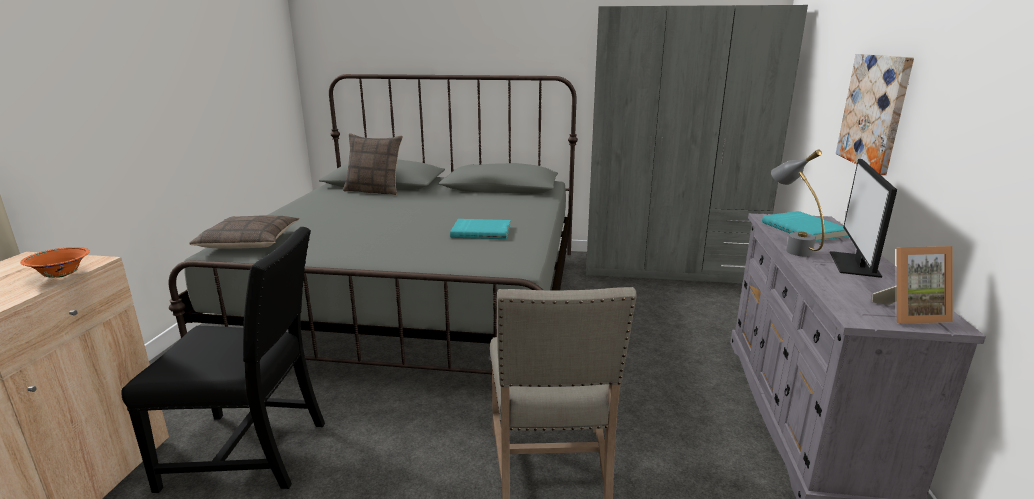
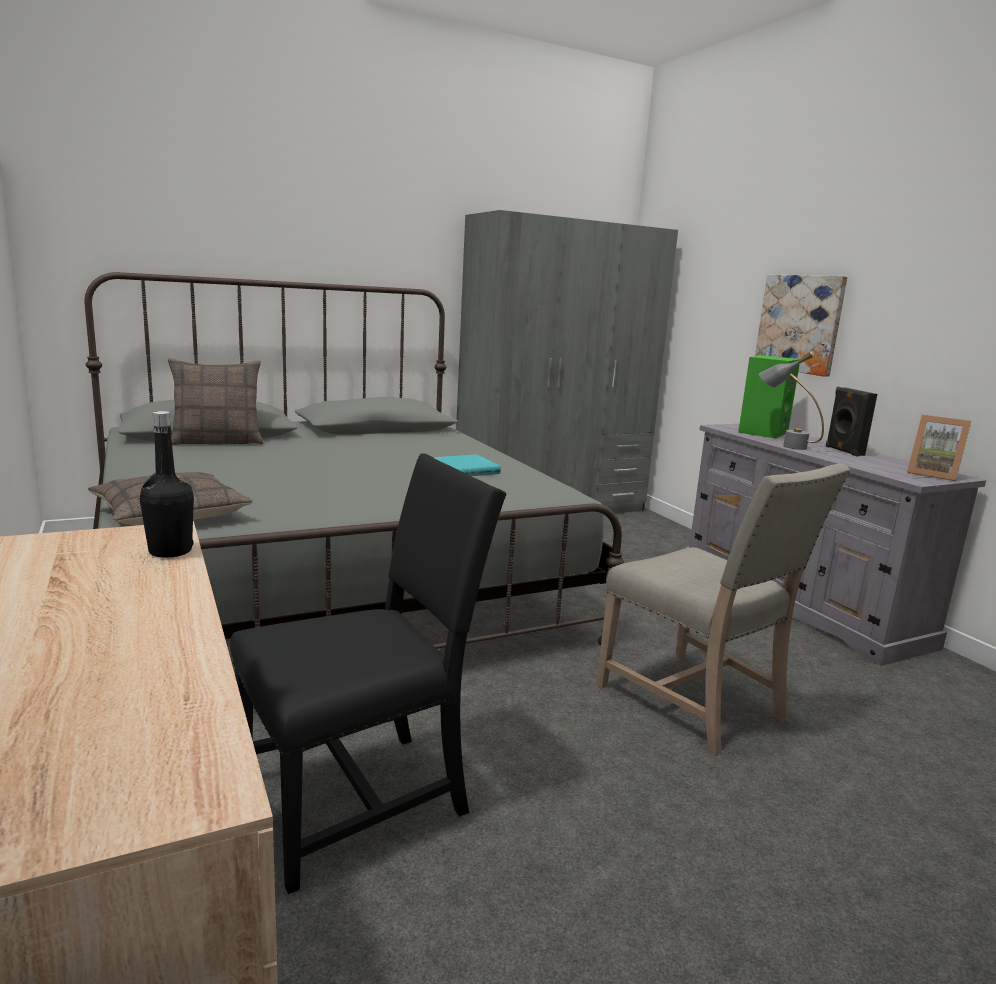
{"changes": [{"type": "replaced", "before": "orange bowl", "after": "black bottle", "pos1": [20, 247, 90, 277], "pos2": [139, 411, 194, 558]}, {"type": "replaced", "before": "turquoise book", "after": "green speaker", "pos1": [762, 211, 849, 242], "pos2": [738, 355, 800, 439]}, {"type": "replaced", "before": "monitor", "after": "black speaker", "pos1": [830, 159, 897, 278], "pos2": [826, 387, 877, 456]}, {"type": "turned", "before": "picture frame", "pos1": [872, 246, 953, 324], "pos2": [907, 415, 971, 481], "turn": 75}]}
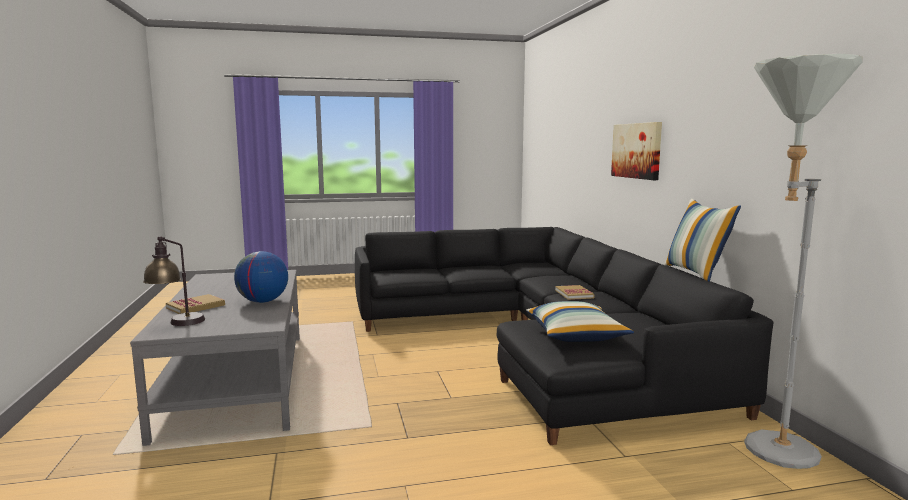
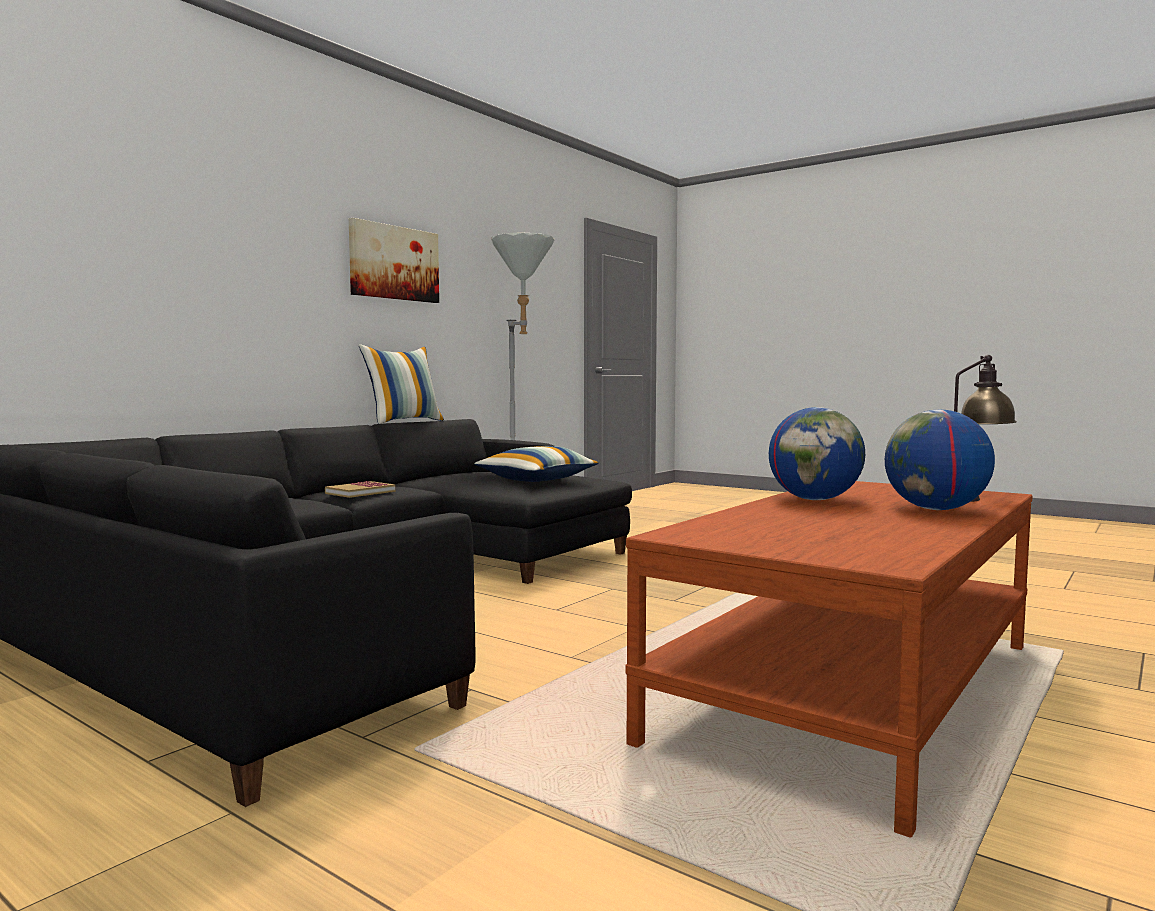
{"changes": [{"type": "moved", "before": "picture", "pos1": [611, 122, 662, 180], "pos2": [349, 218, 439, 303]}, {"type": "recoloured", "before": "grey coffee table", "after": "brown coffee table", "pos1": [130, 270, 300, 446], "pos2": [625, 481, 1033, 838]}, {"type": "replaced", "before": "book", "after": "globe", "pos1": [166, 294, 225, 314], "pos2": [885, 410, 995, 510]}]}
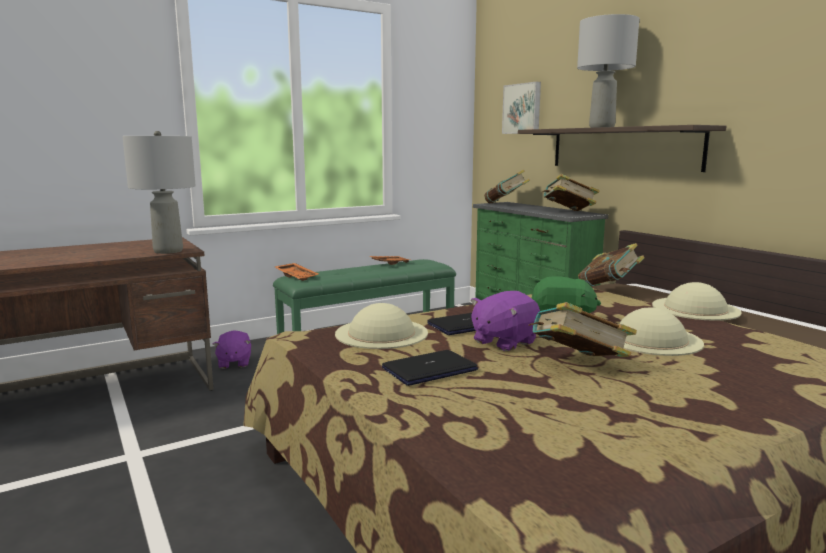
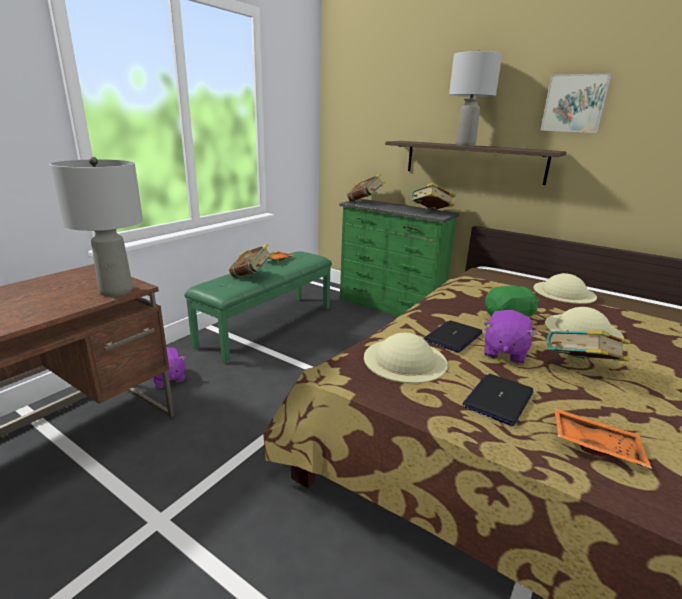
{"changes": [{"type": "moved", "before": "book", "pos1": [578, 243, 645, 286], "pos2": [229, 244, 274, 278]}, {"type": "moved", "before": "picture", "pos1": [502, 82, 541, 134], "pos2": [541, 74, 612, 133]}, {"type": "moved", "before": "orange tray", "pos1": [275, 263, 319, 281], "pos2": [554, 408, 652, 469]}]}
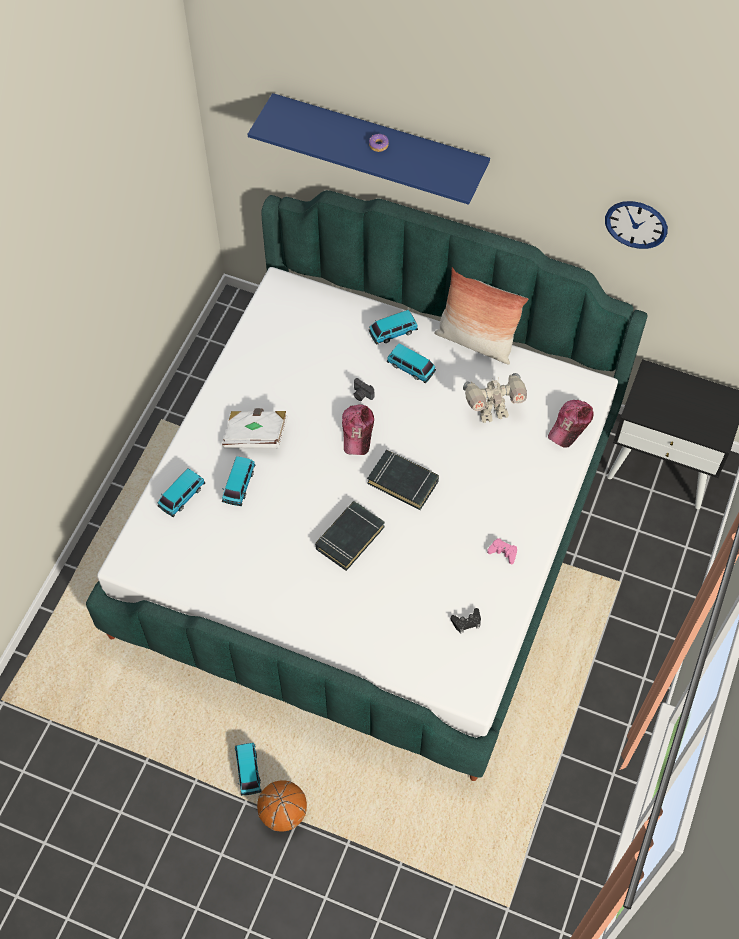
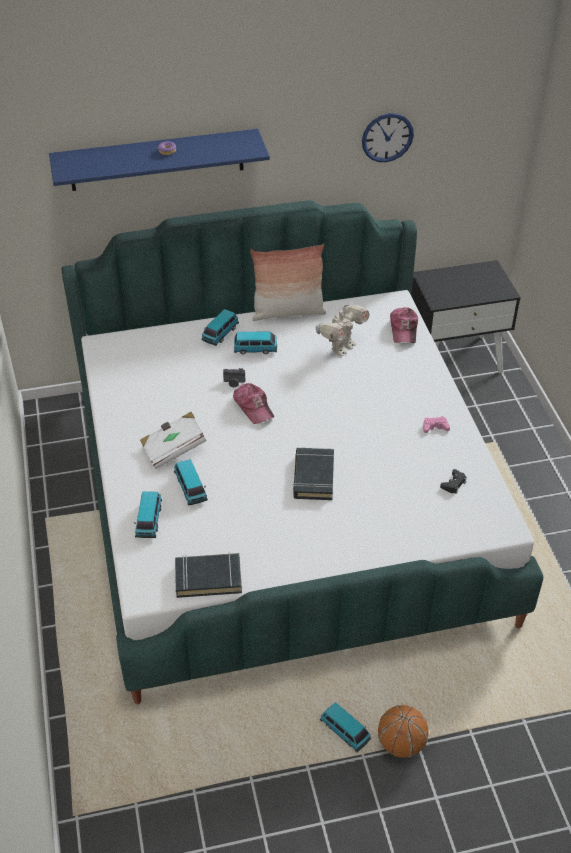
{"changes": [{"type": "moved", "before": "black book", "pos1": [367, 450, 439, 510], "pos2": [175, 553, 242, 598]}]}
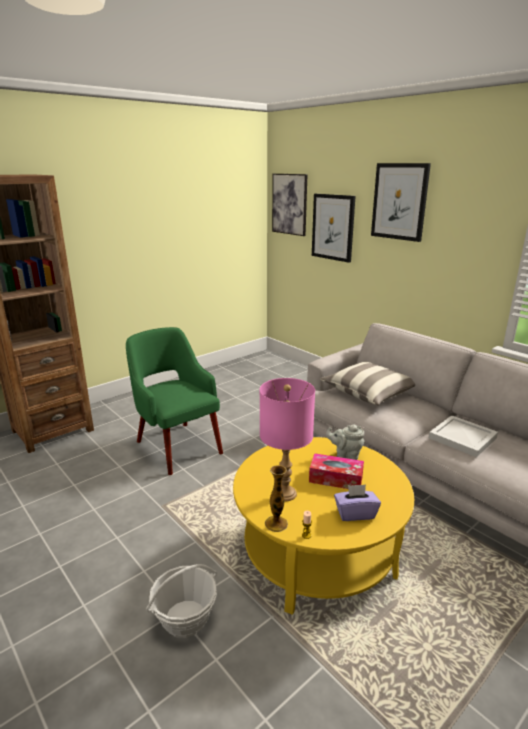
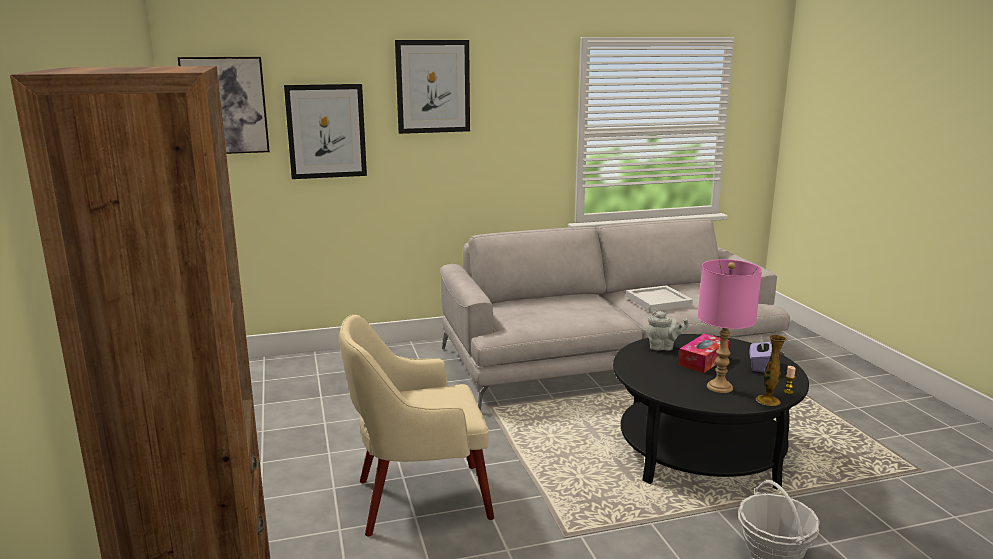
{"changes": [{"type": "recoloured", "before": "green armchair", "after": "beige armchair", "pos1": [126, 327, 223, 475], "pos2": [339, 314, 494, 536]}, {"type": "recoloured", "before": "yellow coffee table", "after": "black coffee table", "pos1": [233, 437, 414, 615], "pos2": [613, 334, 809, 489]}, {"type": "turned", "before": "grey teapot", "pos1": [326, 425, 365, 460], "pos2": [646, 311, 689, 350], "turn": -120}, {"type": "removed", "before": "pillow", "pos1": [320, 362, 415, 405]}]}
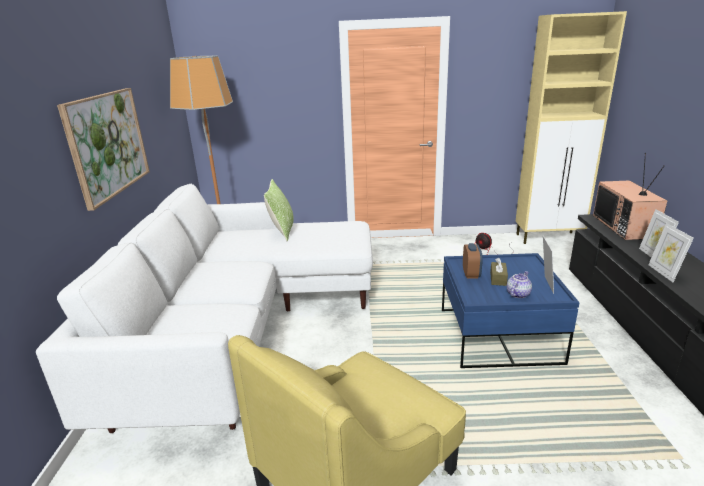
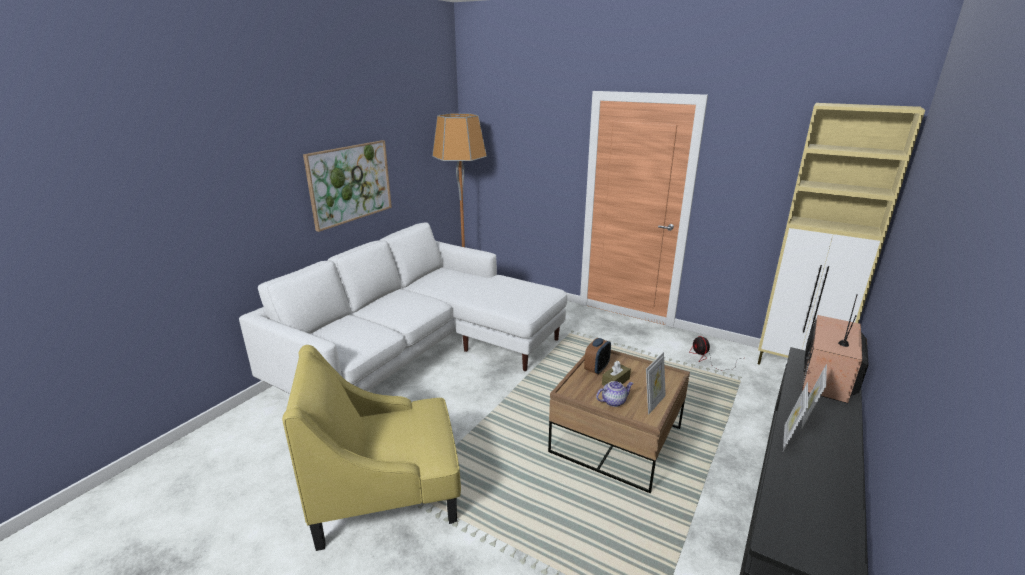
{"changes": [{"type": "recoloured", "before": "blue coffee table", "after": "brown coffee table", "pos1": [442, 253, 580, 368], "pos2": [548, 350, 690, 494]}, {"type": "removed", "before": "pillow", "pos1": [264, 179, 294, 241]}]}
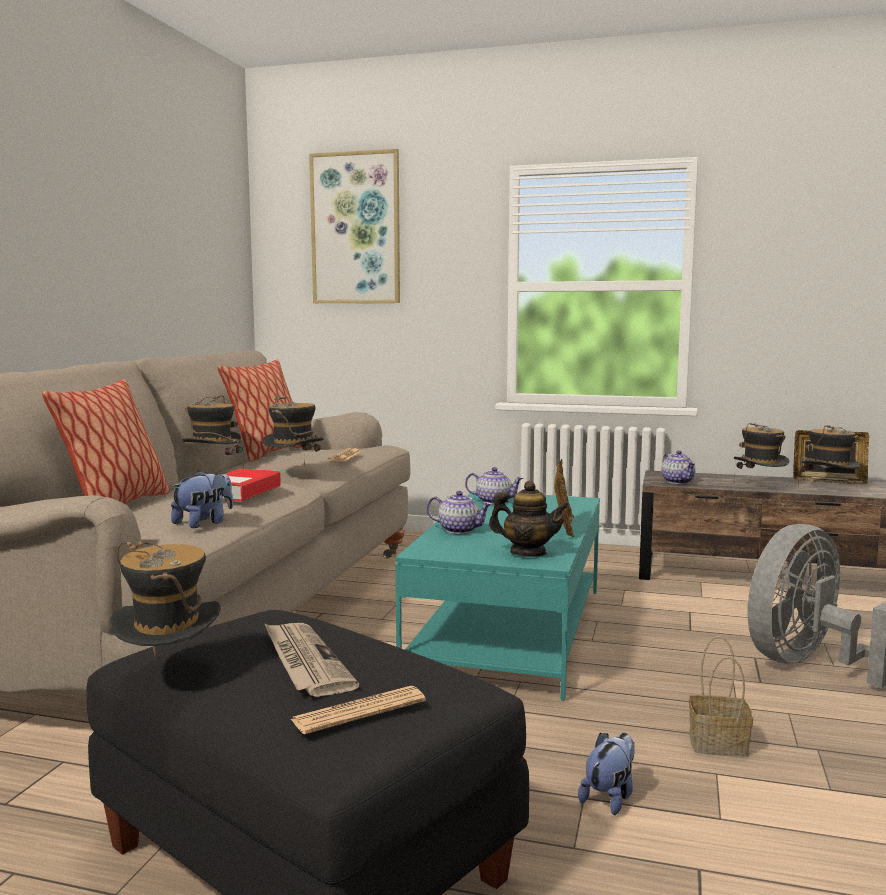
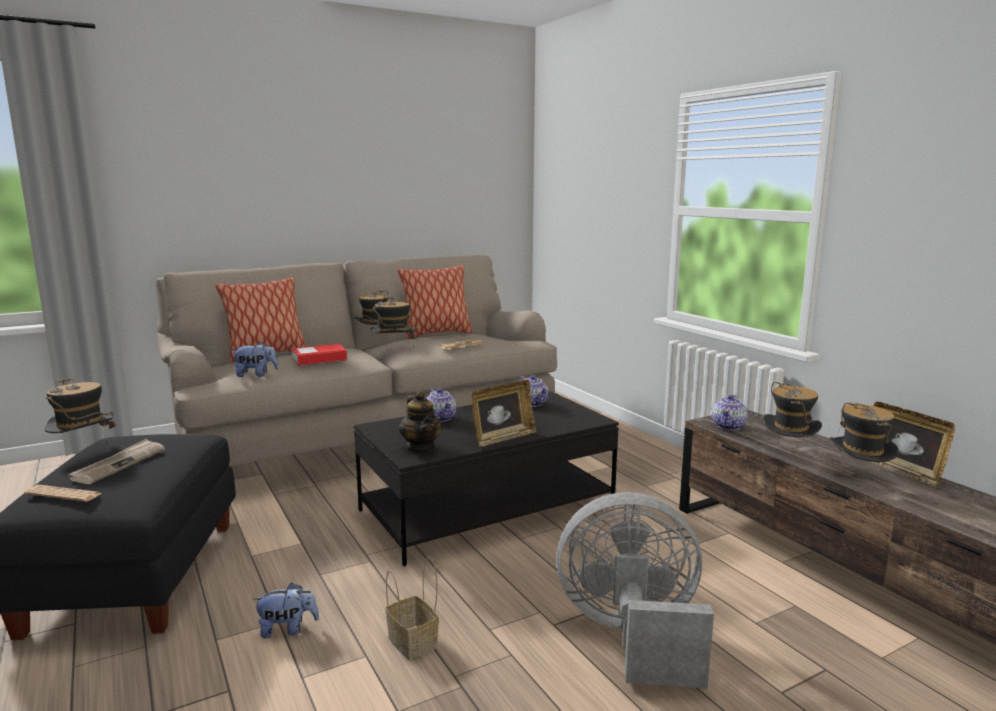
{"changes": [{"type": "recoloured", "before": "turquoise coffee table", "after": "black coffee table", "pos1": [395, 491, 600, 701], "pos2": [354, 391, 619, 566]}, {"type": "removed", "before": "picture", "pos1": [309, 149, 400, 303]}]}
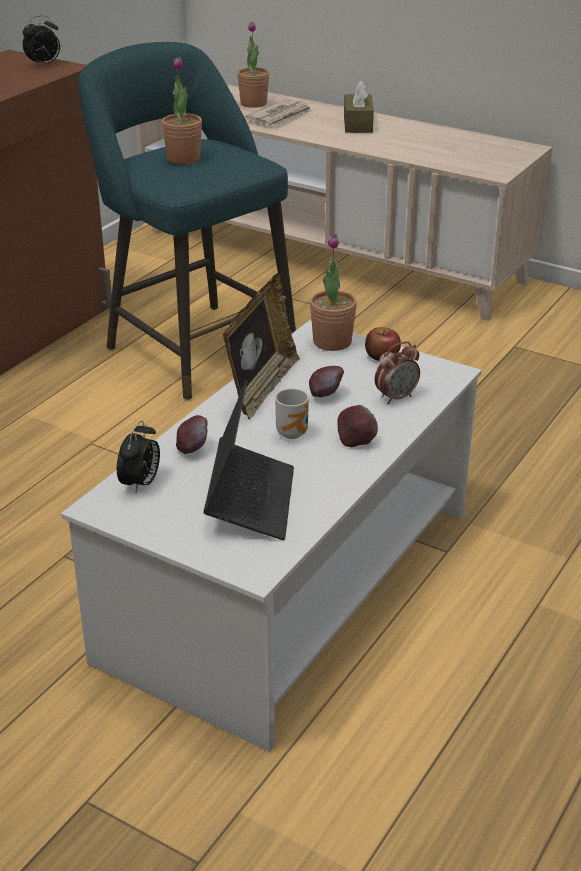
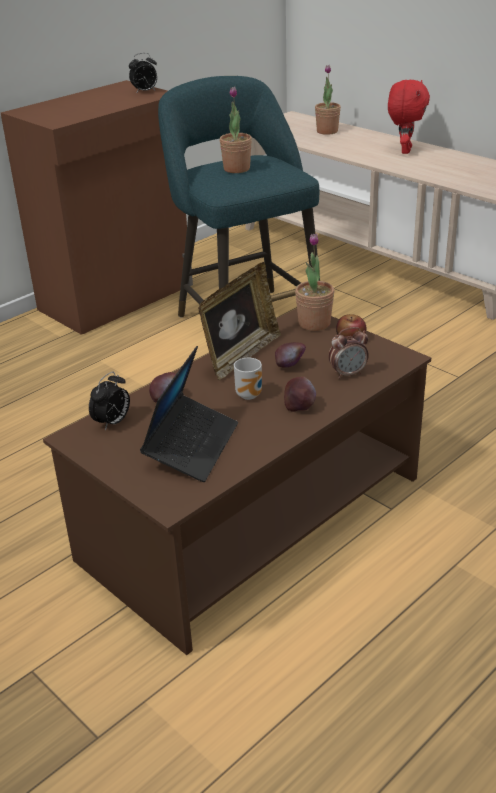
{"changes": [{"type": "recoloured", "before": "white coffee table", "after": "brown coffee table", "pos1": [61, 320, 482, 752], "pos2": [43, 308, 431, 655]}, {"type": "replaced", "before": "brown tissue box", "after": "red plush toy", "pos1": [344, 80, 374, 133], "pos2": [388, 80, 430, 154]}, {"type": "removed", "before": "newspaper", "pos1": [245, 99, 312, 126]}]}
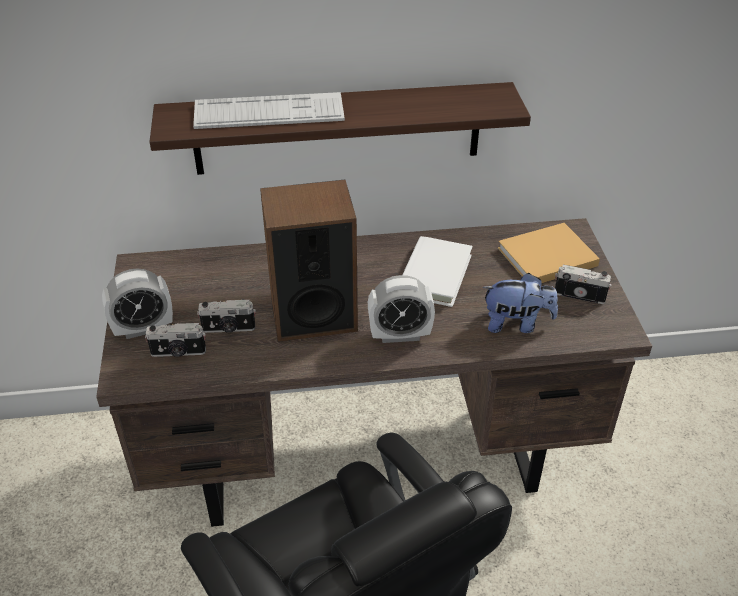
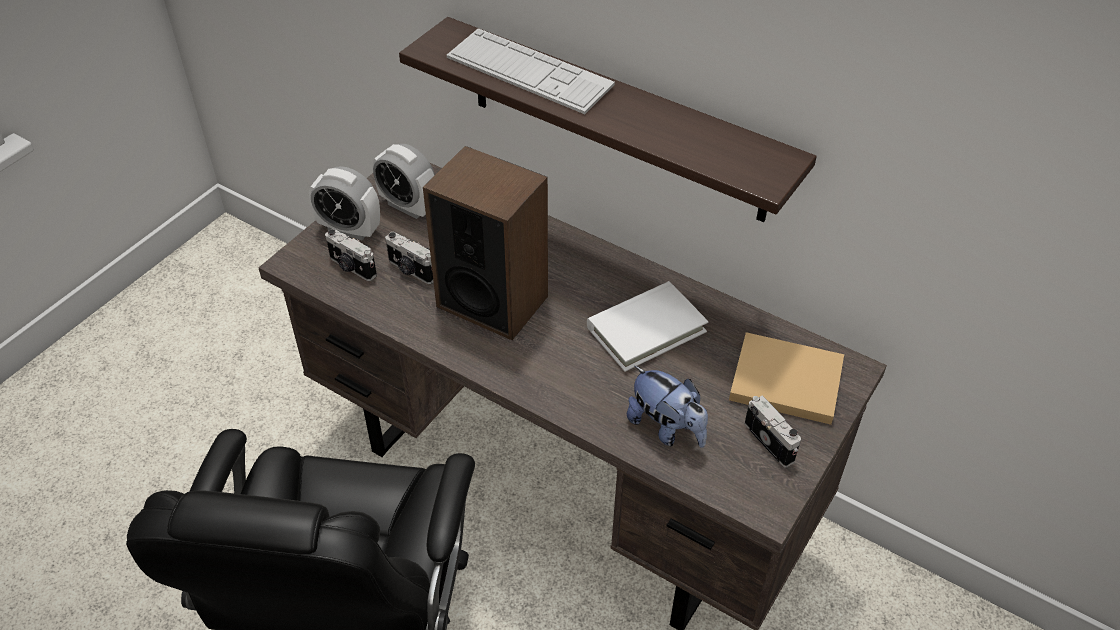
{"changes": [{"type": "moved", "before": "alarm clock", "pos1": [368, 275, 435, 343], "pos2": [373, 144, 435, 219]}]}
